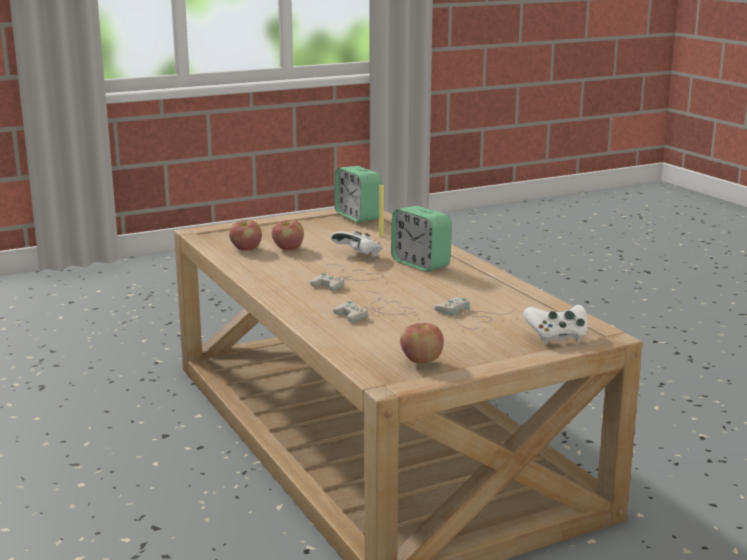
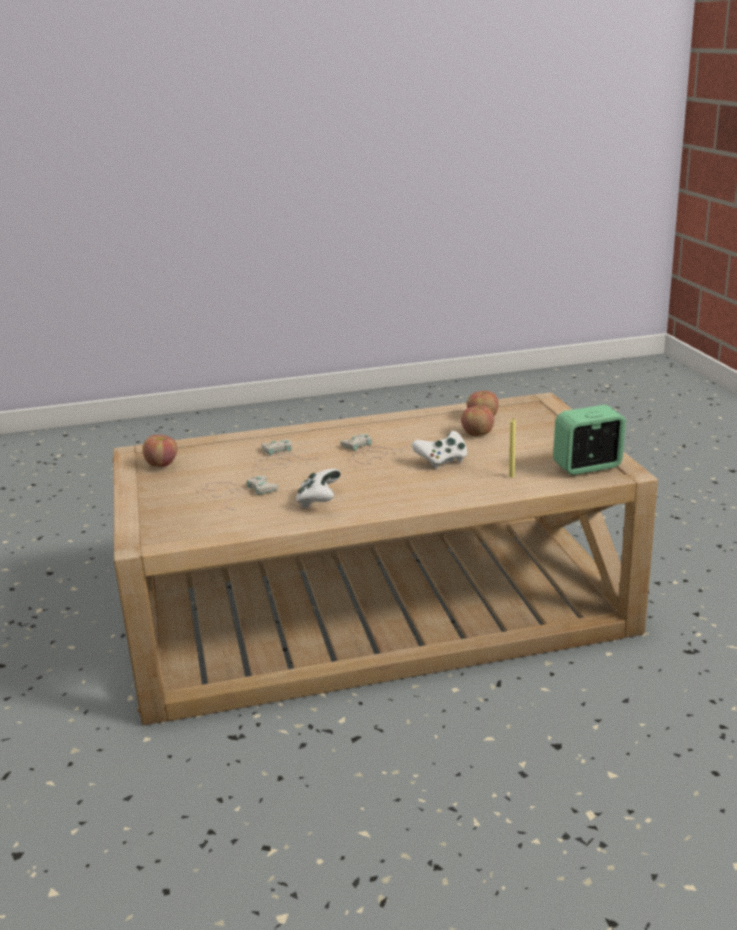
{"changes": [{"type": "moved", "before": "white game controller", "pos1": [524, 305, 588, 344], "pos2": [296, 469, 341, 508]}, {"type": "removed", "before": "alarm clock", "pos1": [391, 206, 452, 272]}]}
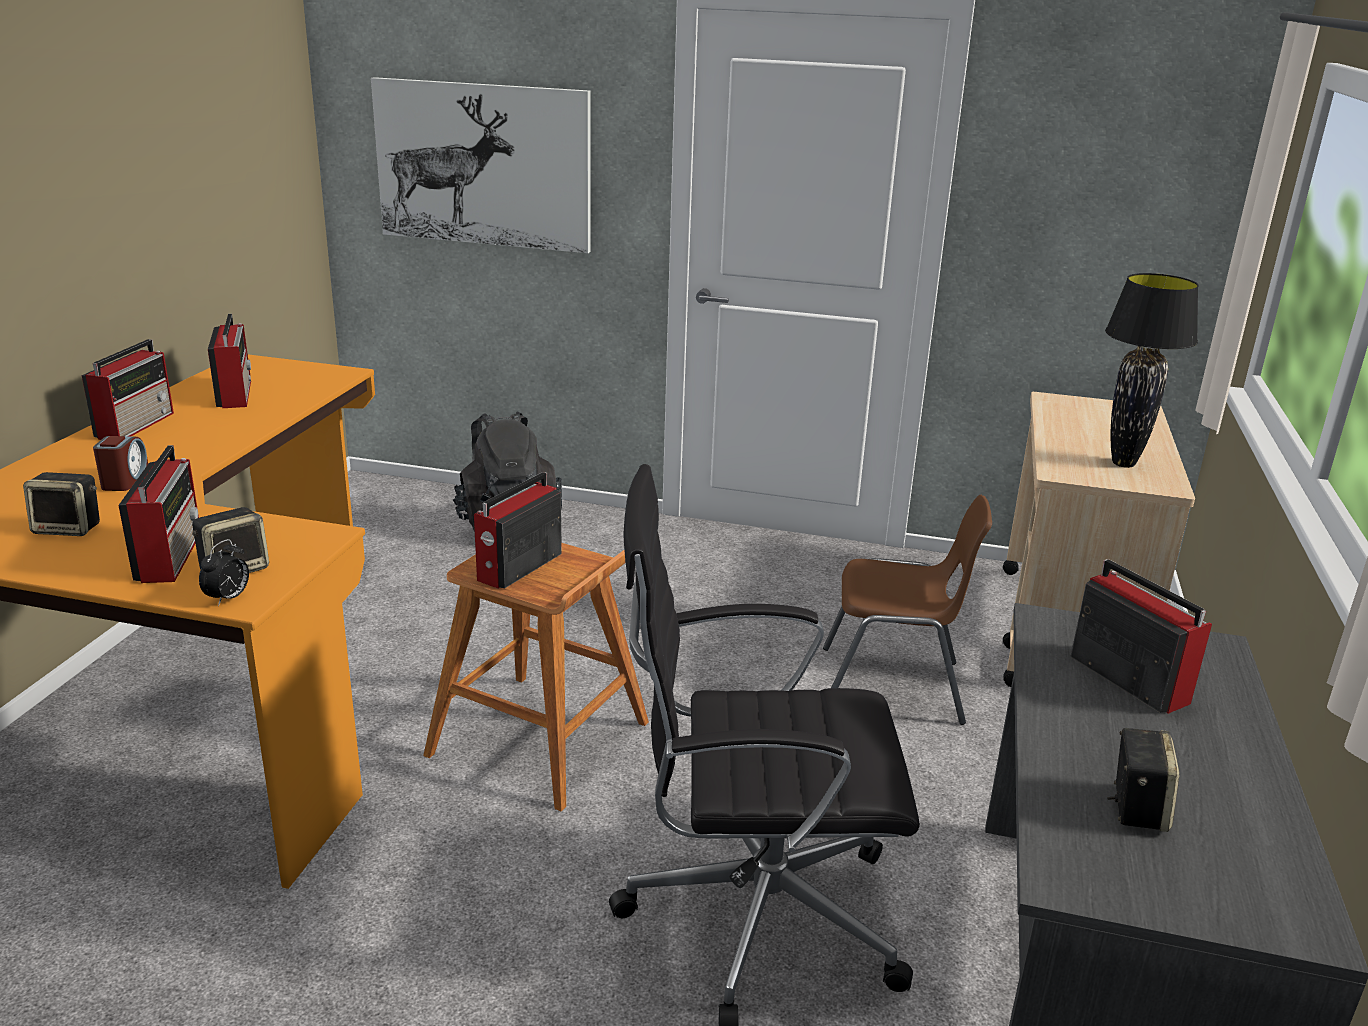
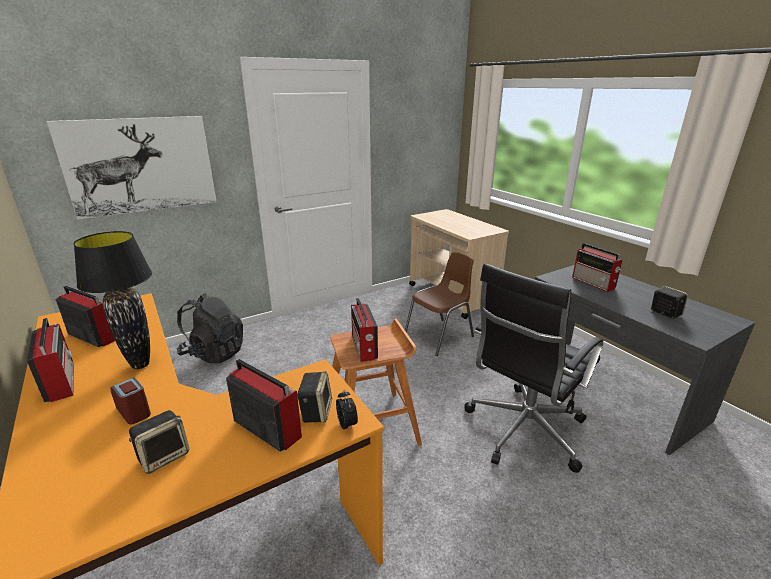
{"changes": [{"type": "moved", "before": "black table lamp", "pos1": [1105, 273, 1199, 468], "pos2": [74, 231, 152, 369]}, {"type": "turned", "before": "radio", "pos1": [1070, 559, 1212, 714], "pos2": [572, 243, 623, 292], "turn": -135}]}
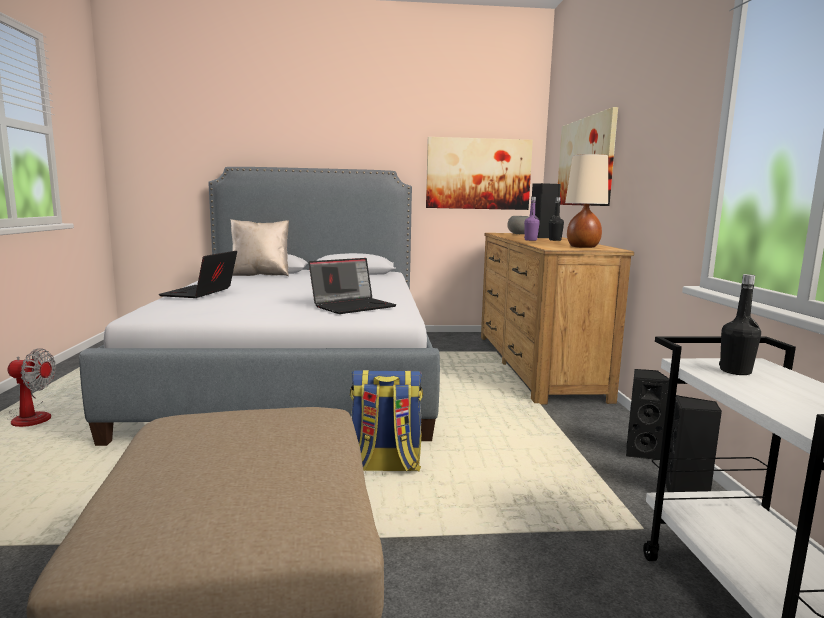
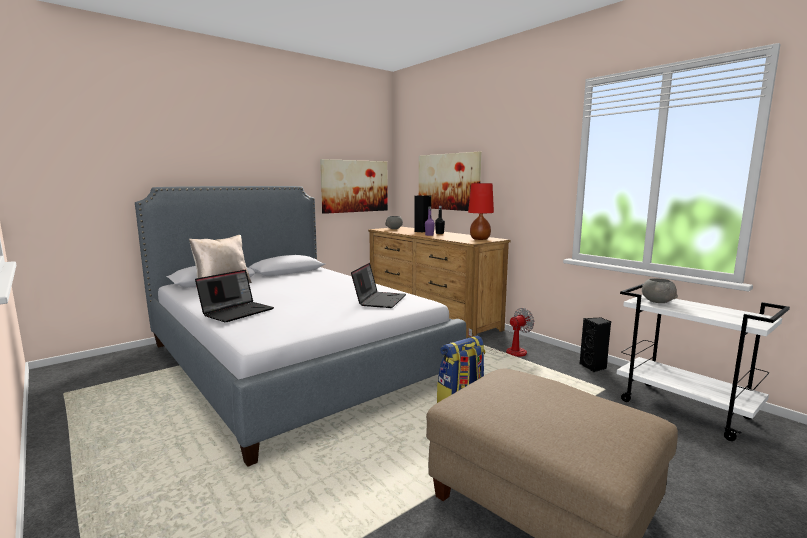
{"changes": [{"type": "turned", "before": "laptop", "pos1": [159, 251, 237, 298], "pos2": [195, 270, 274, 322], "turn": -120}, {"type": "recoloured", "before": "beige table lamp", "after": "red table lamp", "pos1": [565, 154, 608, 248], "pos2": [468, 183, 494, 240]}, {"type": "moved", "before": "fan", "pos1": [8, 348, 56, 427], "pos2": [468, 308, 535, 357]}, {"type": "replaced", "before": "black bottle", "after": "grey bowl", "pos1": [719, 274, 761, 375], "pos2": [642, 278, 678, 303]}, {"type": "removed", "before": "black speaker", "pos1": [626, 369, 669, 459]}]}
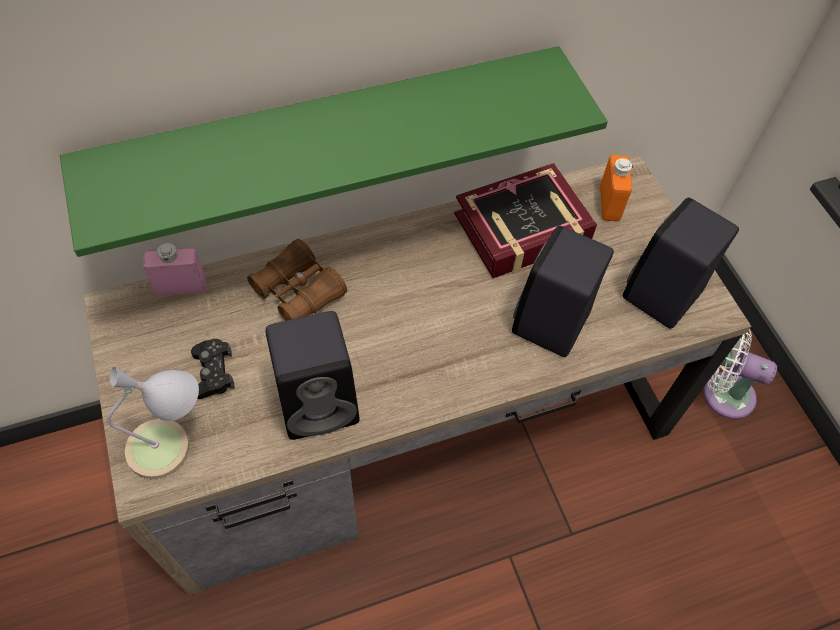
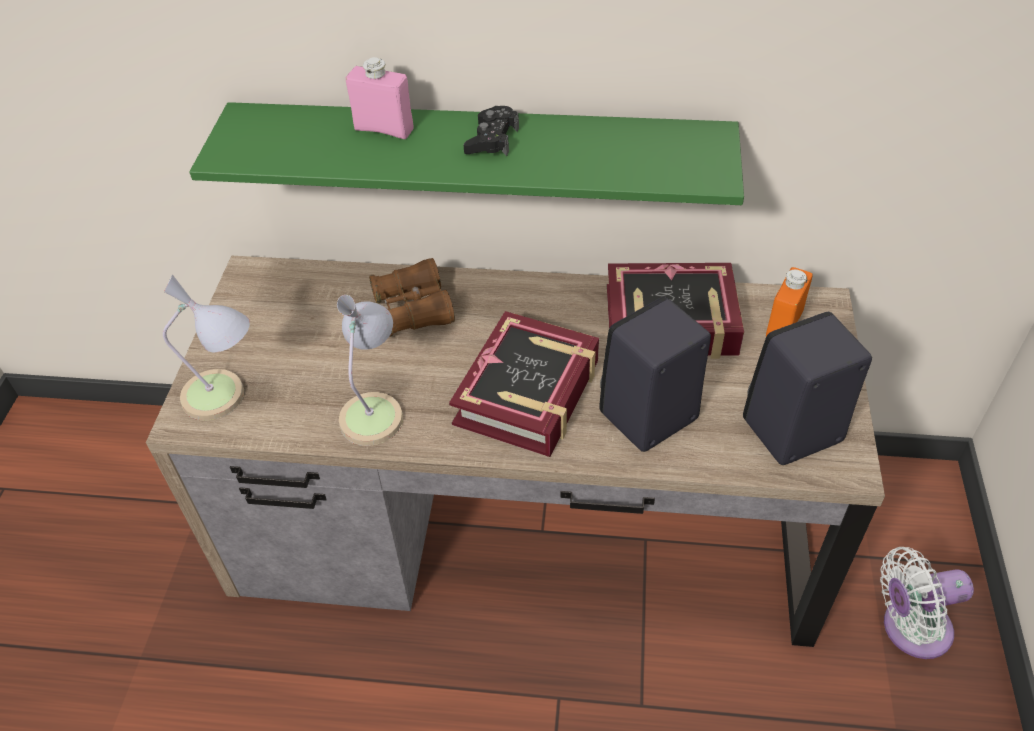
{"changes": [{"type": "replaced", "before": "black speaker", "after": "table lamp", "pos1": [266, 311, 359, 440], "pos2": [337, 295, 403, 446]}, {"type": "moved", "before": "pink bottle", "pos1": [143, 243, 206, 297], "pos2": [346, 57, 414, 139]}, {"type": "added", "after": "book", "pos2": [449, 311, 599, 457]}, {"type": "moved", "before": "black game controller", "pos1": [191, 339, 235, 399], "pos2": [464, 106, 519, 156]}, {"type": "turned", "before": "white fan", "pos1": [704, 330, 777, 419], "pos2": [880, 547, 974, 659], "turn": -60}]}
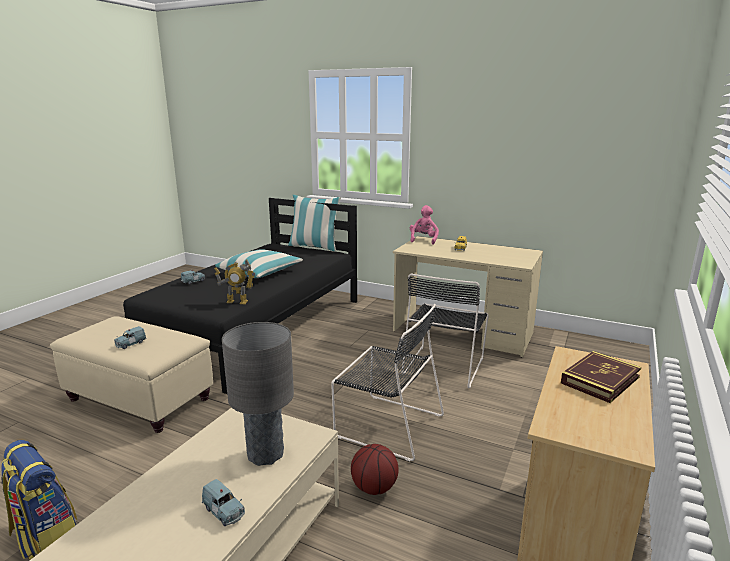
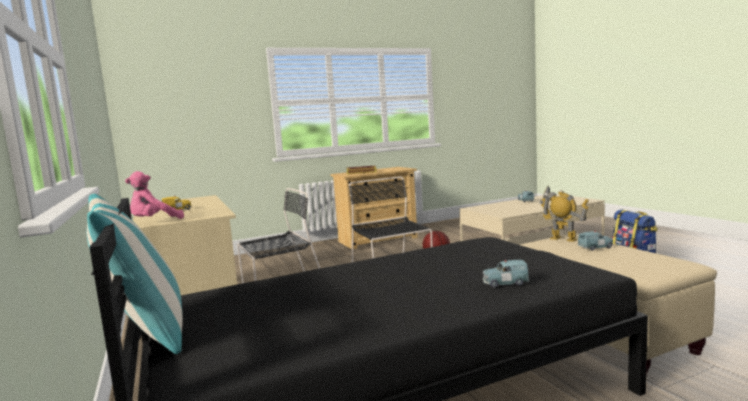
{"changes": [{"type": "moved", "before": "toy robot", "pos1": [215, 259, 255, 304], "pos2": [540, 186, 589, 242]}, {"type": "removed", "before": "pillow", "pos1": [215, 249, 303, 278]}, {"type": "removed", "before": "grey table lamp", "pos1": [222, 322, 294, 466]}]}
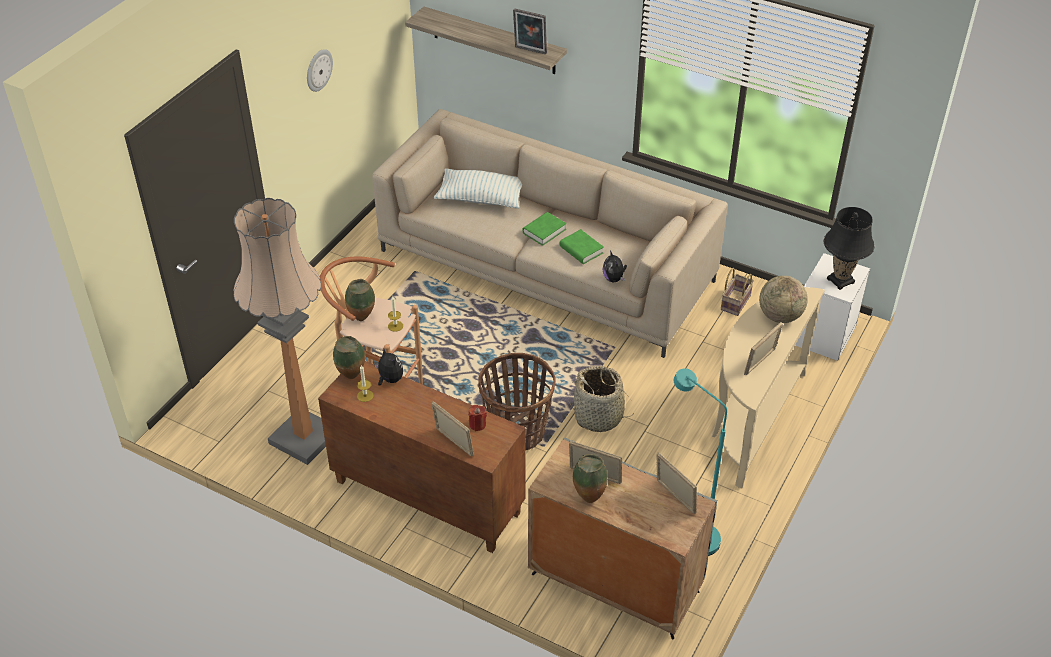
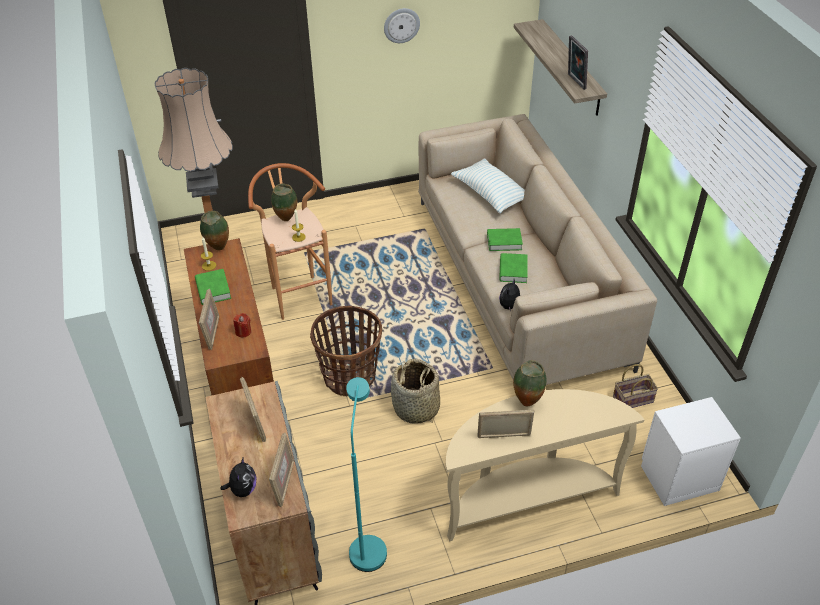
{"changes": [{"type": "added", "after": "green book", "pos2": [195, 269, 231, 305]}, {"type": "moved", "before": "plush toy", "pos1": [374, 349, 403, 386], "pos2": [220, 458, 257, 497]}, {"type": "moved", "before": "vase", "pos1": [573, 454, 608, 503], "pos2": [513, 360, 546, 407]}, {"type": "removed", "before": "globe", "pos1": [759, 276, 808, 323]}, {"type": "removed", "before": "black table lamp", "pos1": [824, 207, 874, 290]}]}
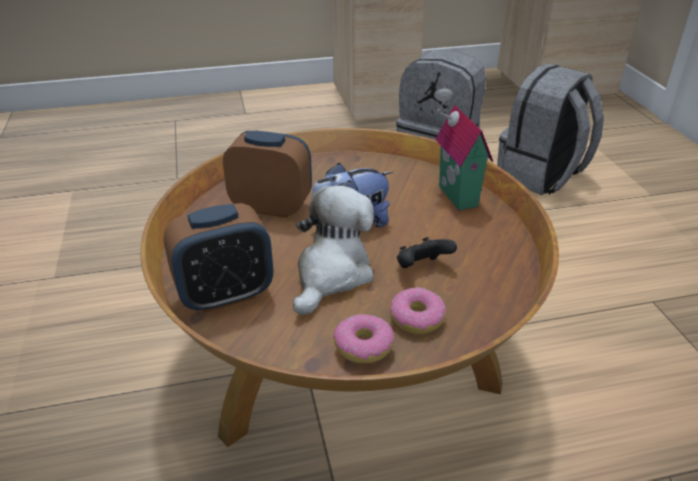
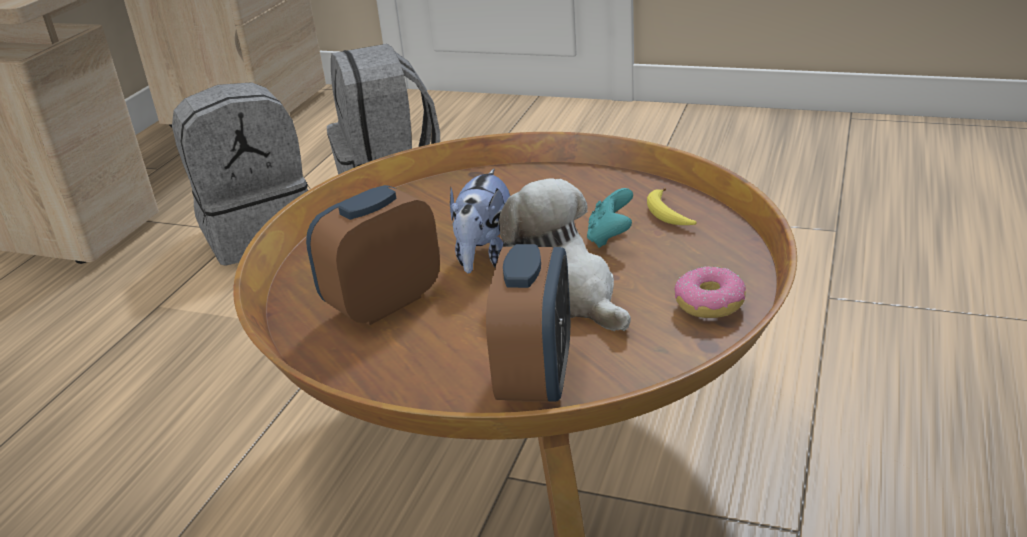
{"changes": [{"type": "recoloured", "before": "black game controller", "after": "turquoise game controller", "pos1": [397, 237, 457, 268], "pos2": [587, 188, 633, 248]}, {"type": "added", "after": "banana", "pos2": [647, 188, 697, 225]}, {"type": "removed", "before": "donut", "pos1": [390, 287, 446, 335]}, {"type": "removed", "before": "toy house", "pos1": [434, 87, 493, 210]}]}
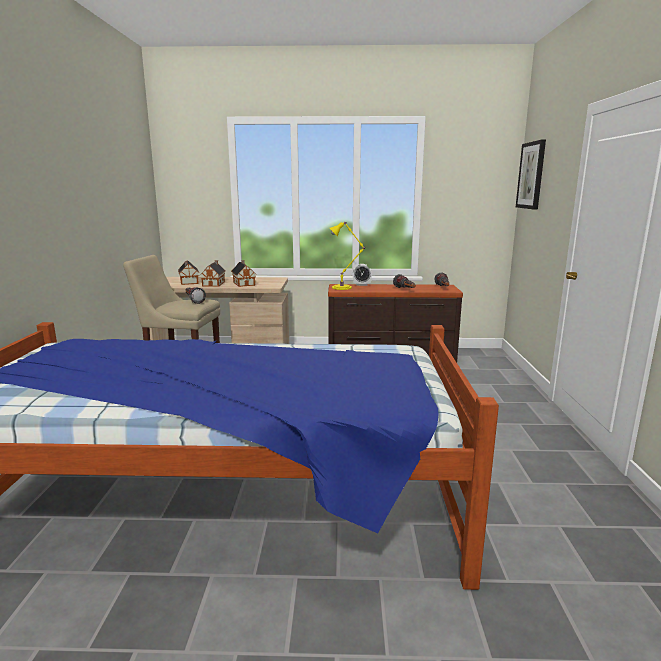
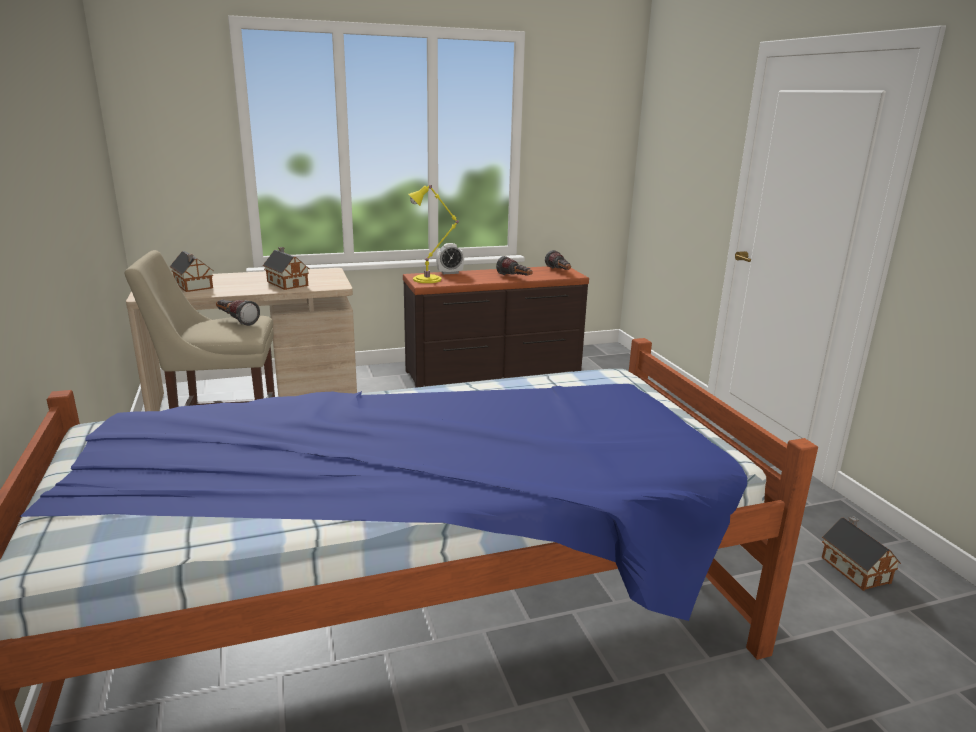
{"changes": [{"type": "moved", "before": "toy house", "pos1": [200, 260, 226, 287], "pos2": [822, 516, 901, 591]}, {"type": "removed", "before": "picture", "pos1": [516, 139, 546, 210]}]}
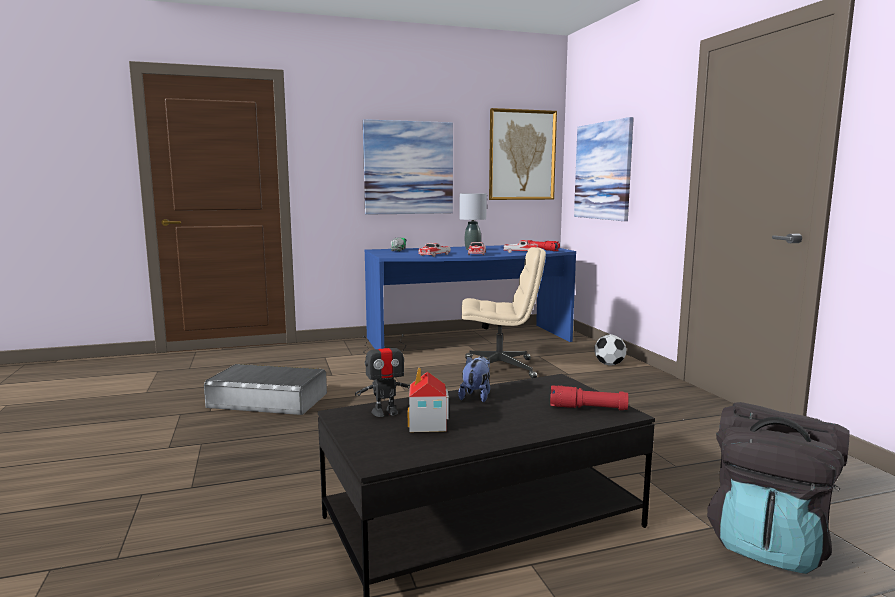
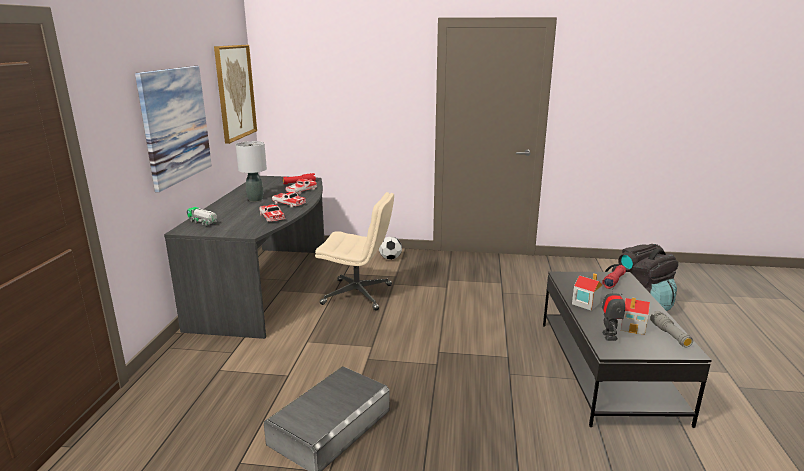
{"changes": [{"type": "recoloured", "before": "blue desk", "after": "grey desk", "pos1": [365, 245, 576, 349], "pos2": [164, 176, 325, 339]}, {"type": "turned", "before": "beige office chair", "pos1": [461, 247, 546, 378], "pos2": [315, 192, 394, 311], "turn": 75}, {"type": "replaced", "before": "plush toy", "after": "toy house", "pos1": [458, 356, 490, 402], "pos2": [572, 273, 602, 311]}, {"type": "added", "after": "grey flashlight", "pos2": [650, 311, 693, 347]}, {"type": "removed", "before": "picture", "pos1": [574, 117, 634, 221]}]}
